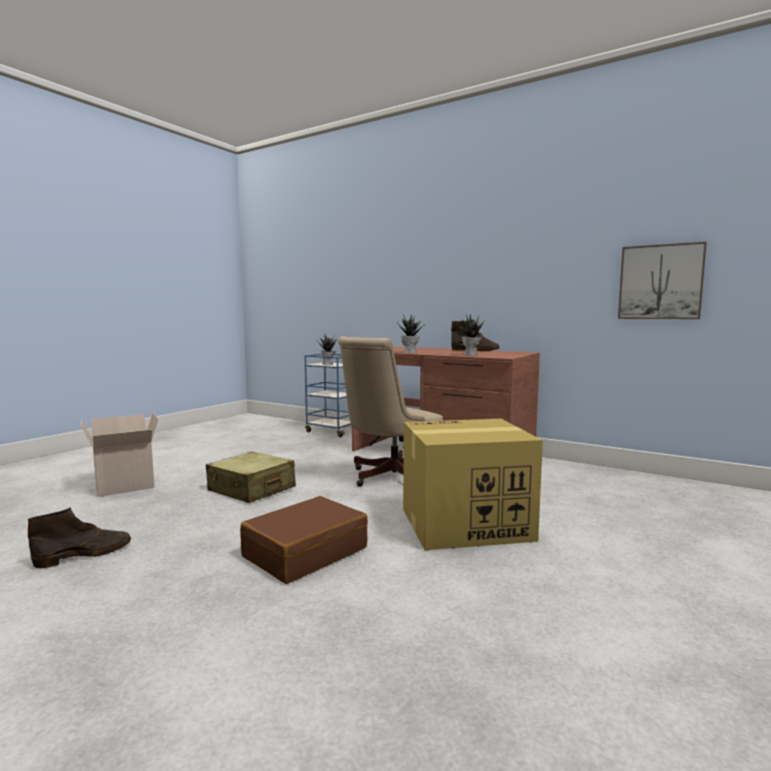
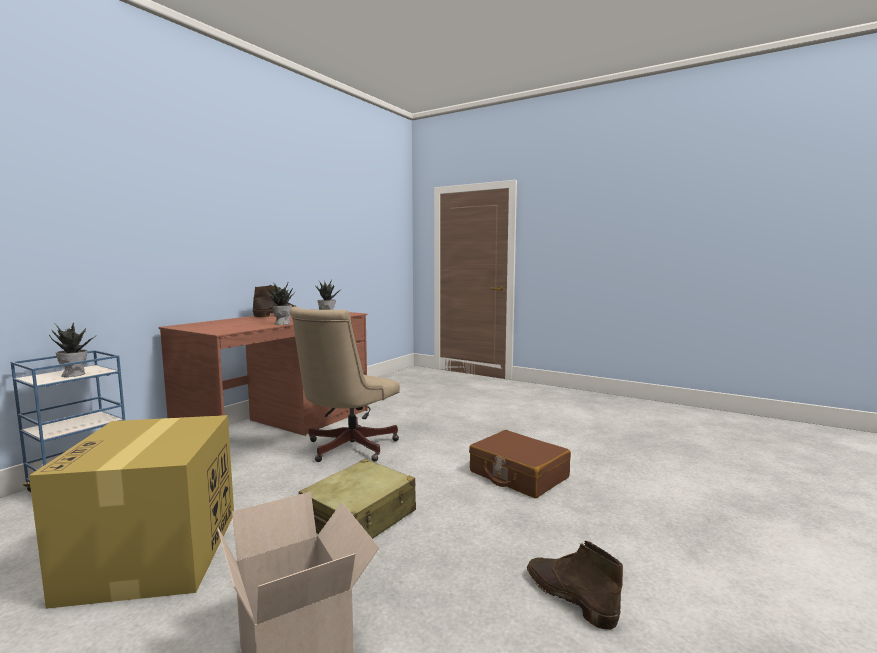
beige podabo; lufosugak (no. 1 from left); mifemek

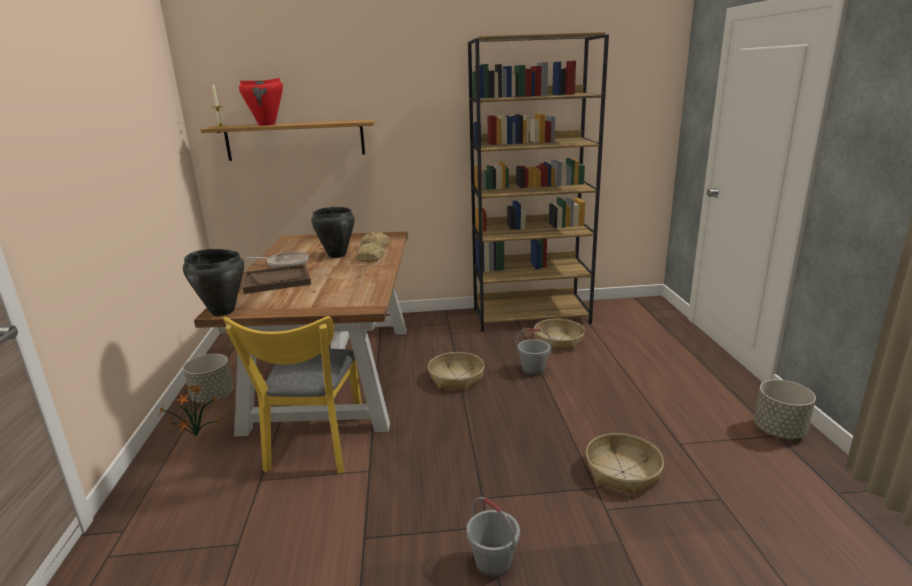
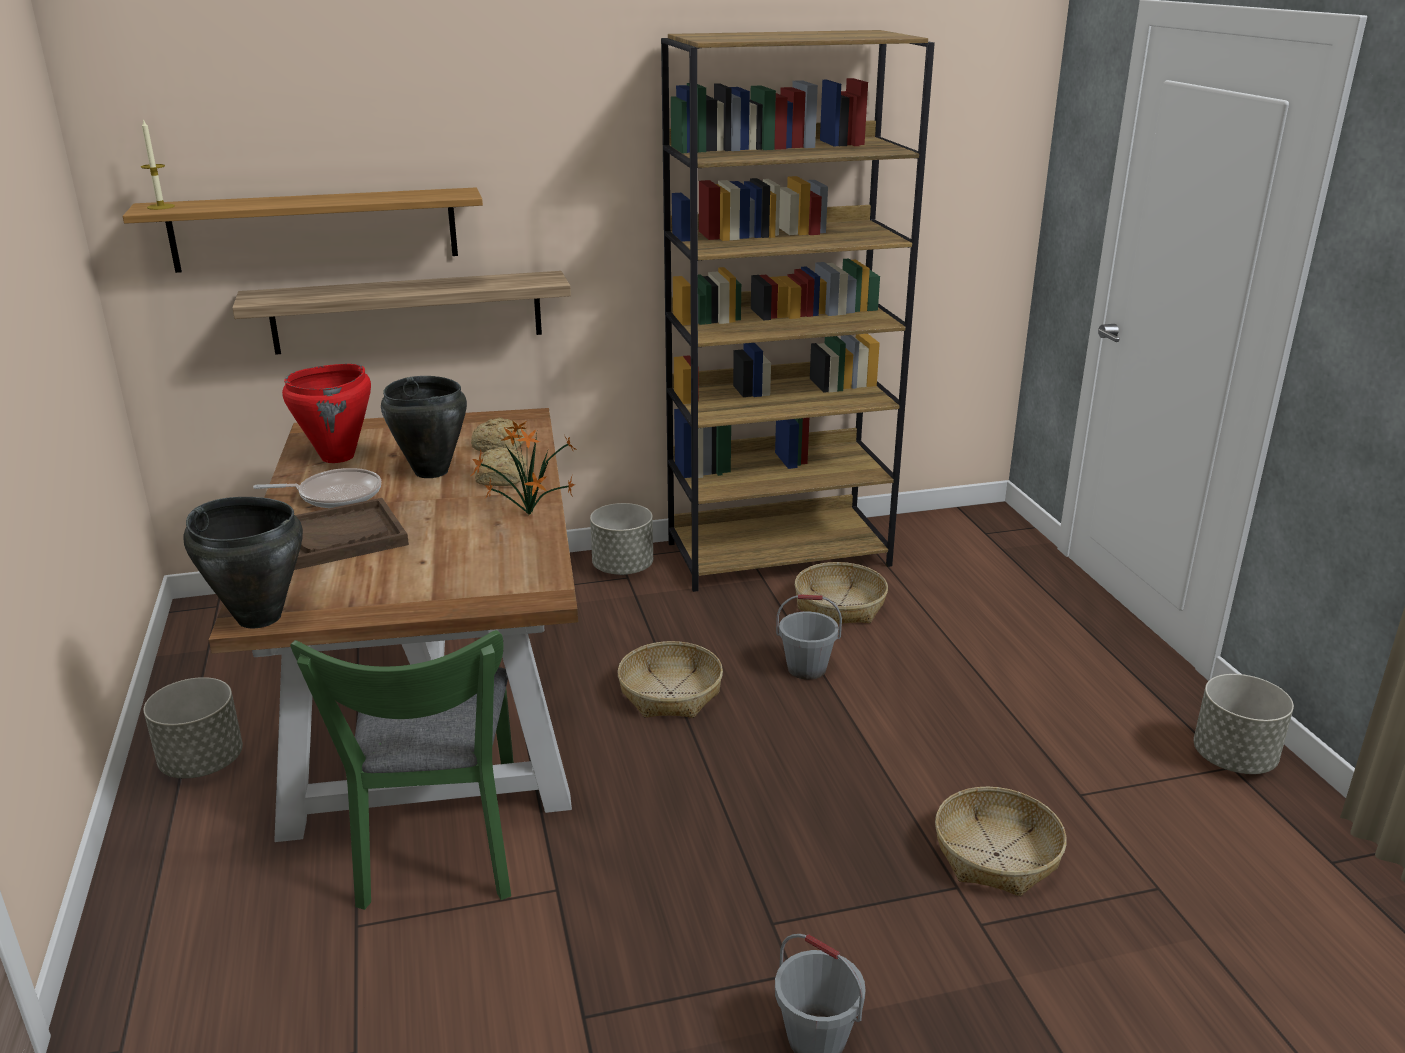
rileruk; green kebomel; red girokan; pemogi (no. 2 from left); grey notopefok (no. 2 from left)

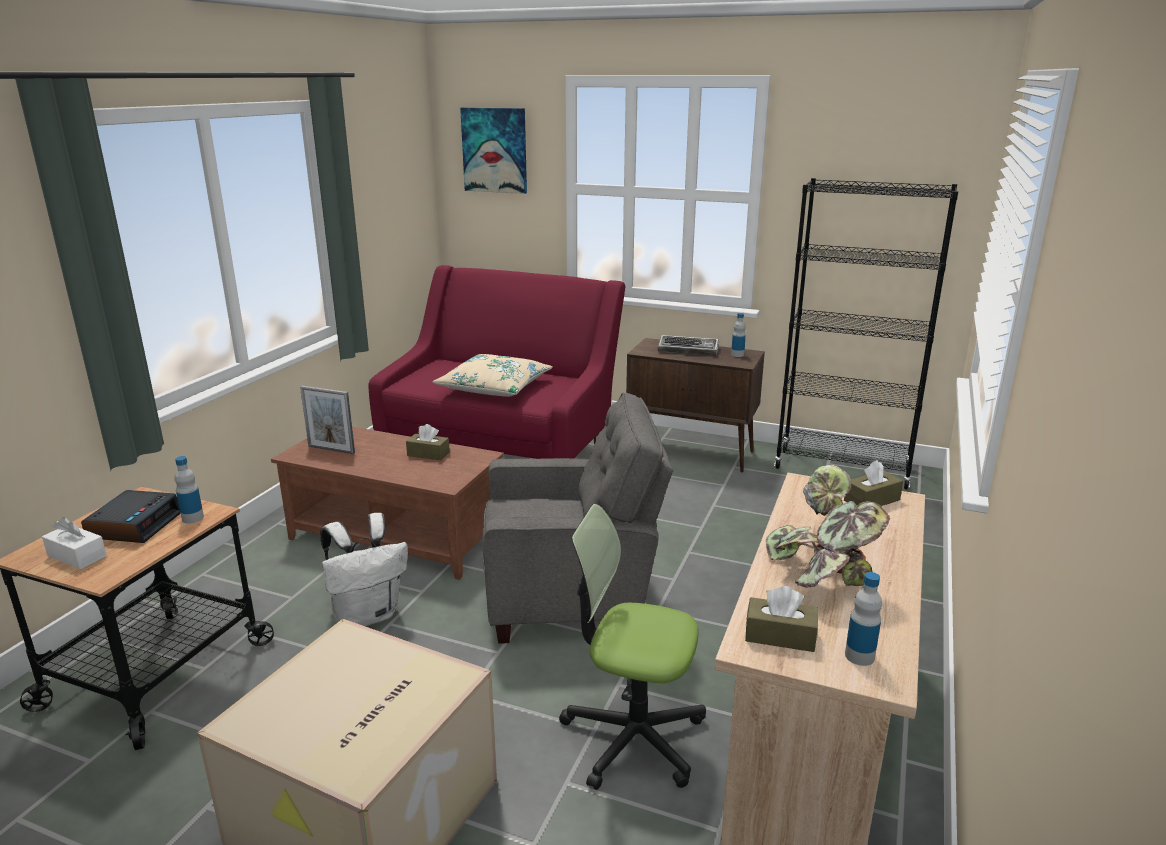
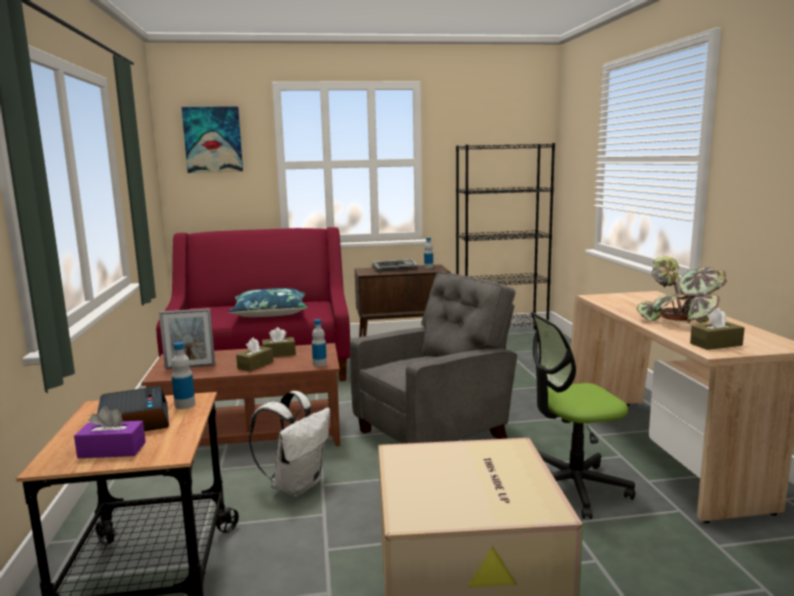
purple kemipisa; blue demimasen; brown kemipisa (no. 1 from left); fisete (no. 2 from left)

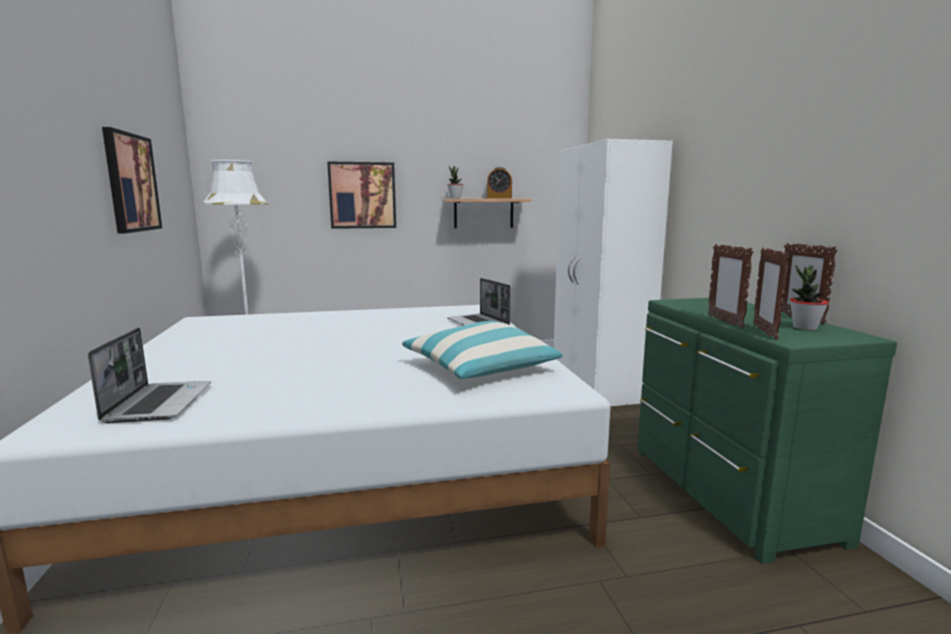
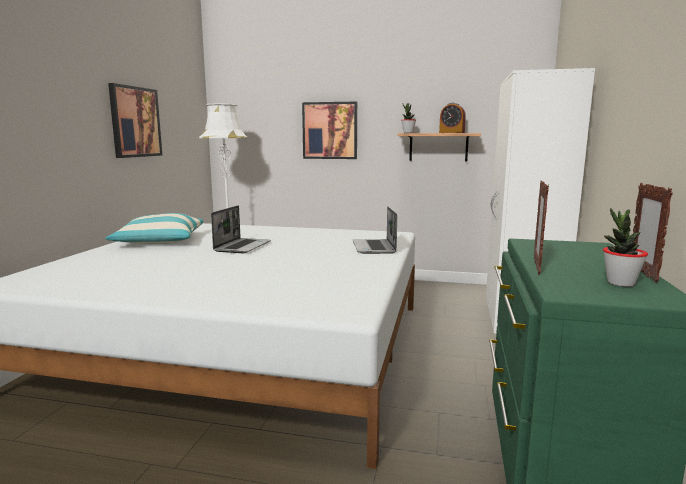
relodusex (no. 1 from left); demimasen; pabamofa (no. 2 from left in the first image)

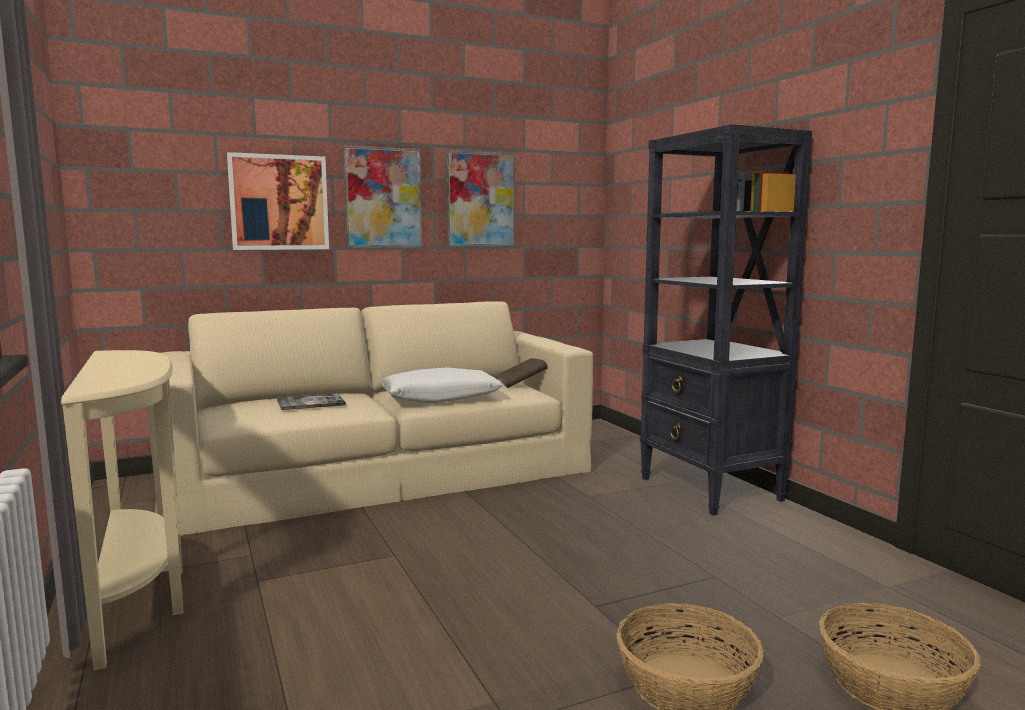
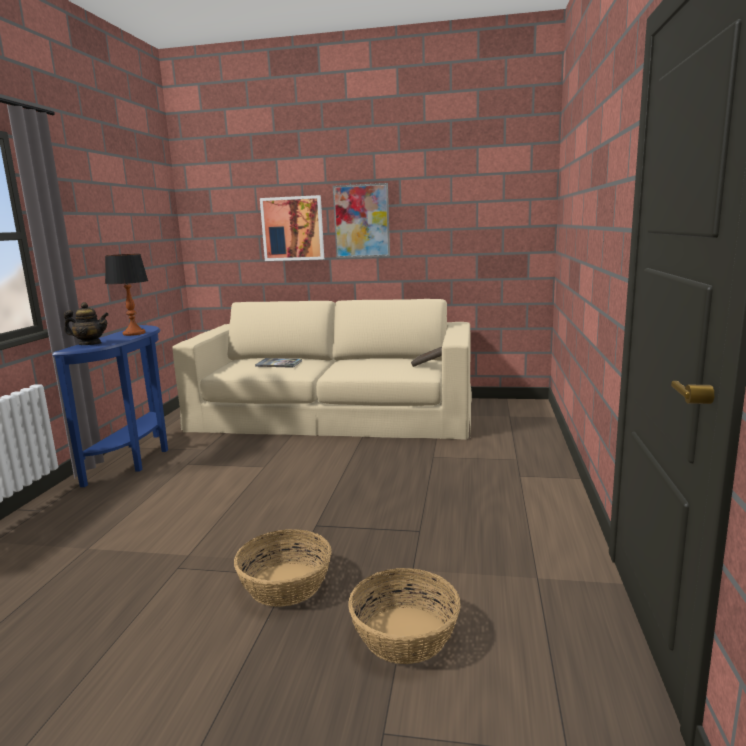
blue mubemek; white demimasen; mifemek (no. 3 from left in the first image); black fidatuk; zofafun; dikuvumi

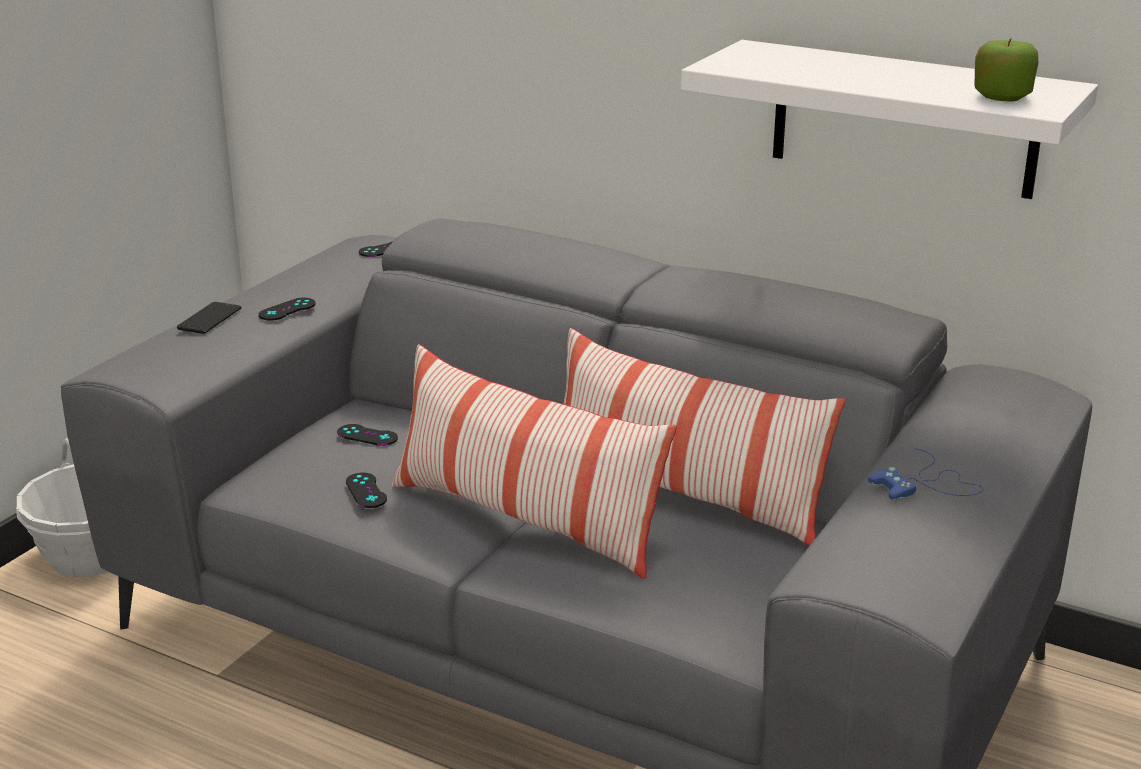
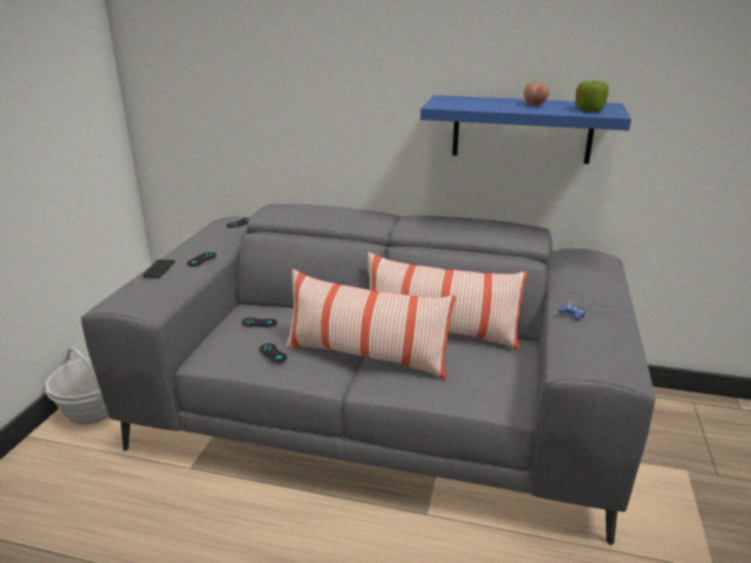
blue pemogi; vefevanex (no. 1 from left)

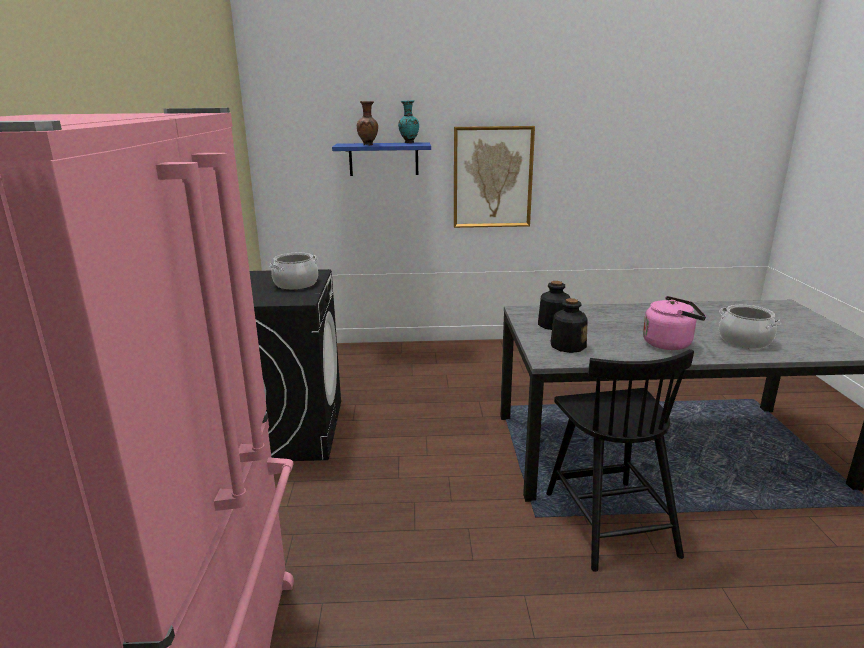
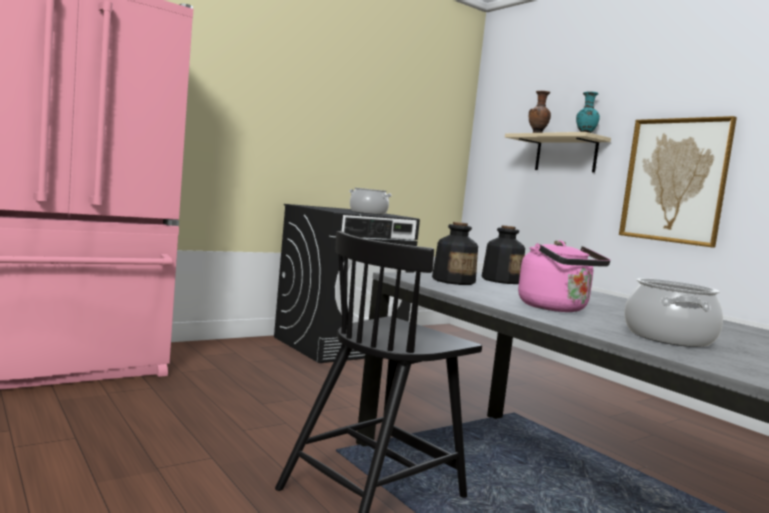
beige pemogi

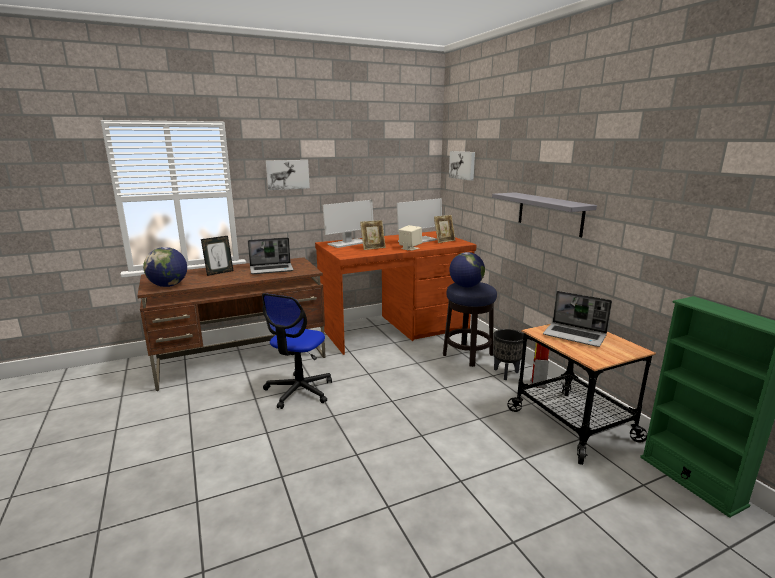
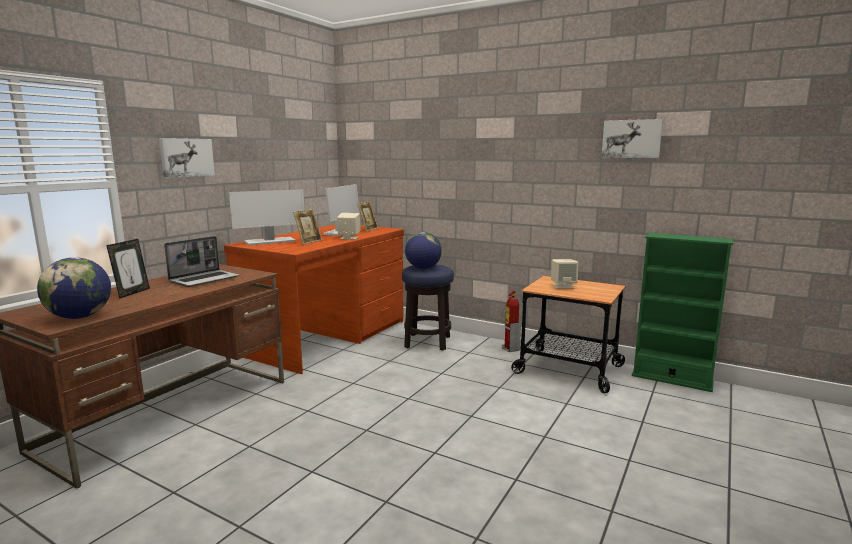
podabo; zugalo (no. 1 from left); mifemek (no. 2 from left); grey pemogi; black notopefok; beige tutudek (no. 2 from left)

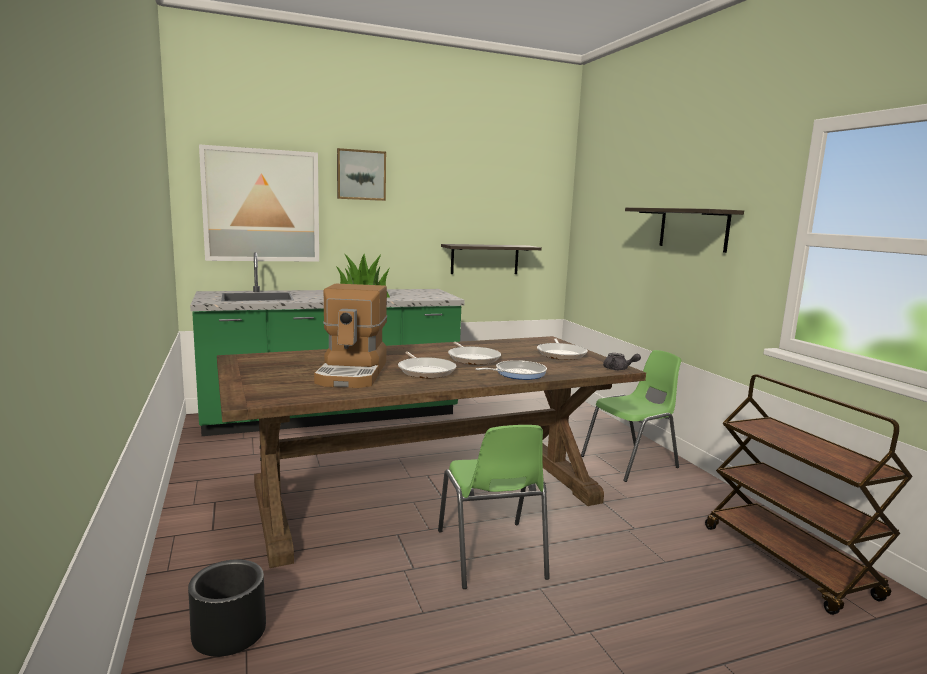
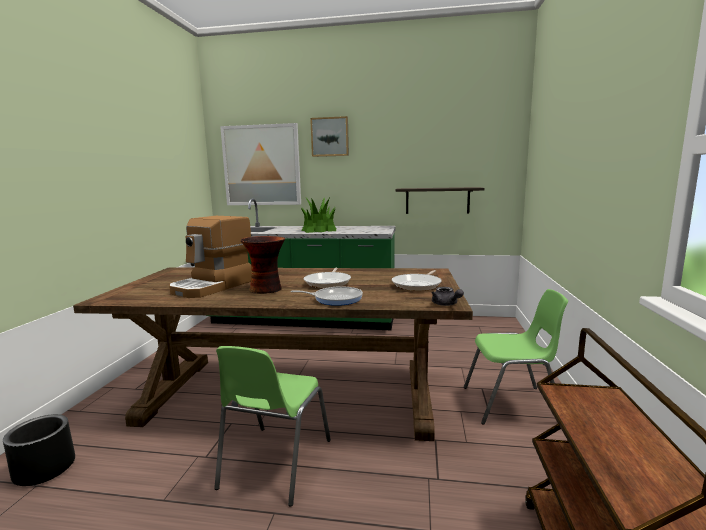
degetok; pemogi (no. 2 from left in the first image)

